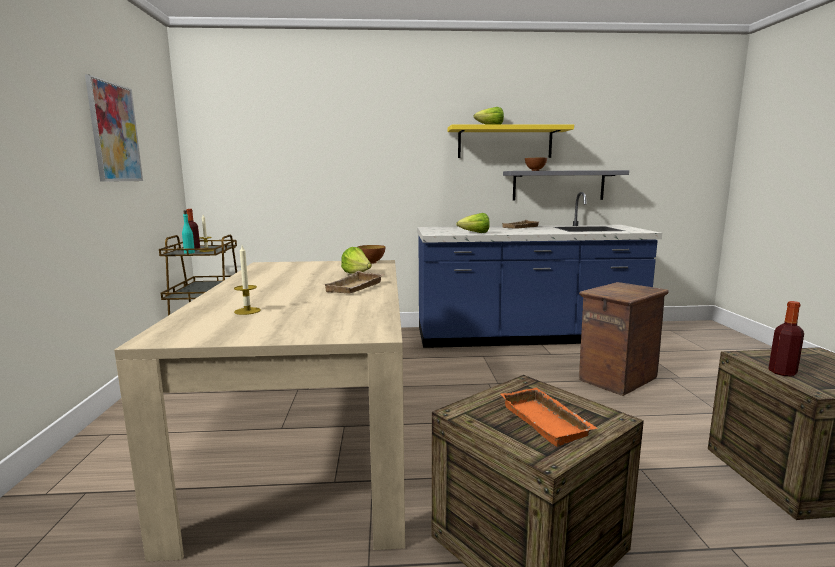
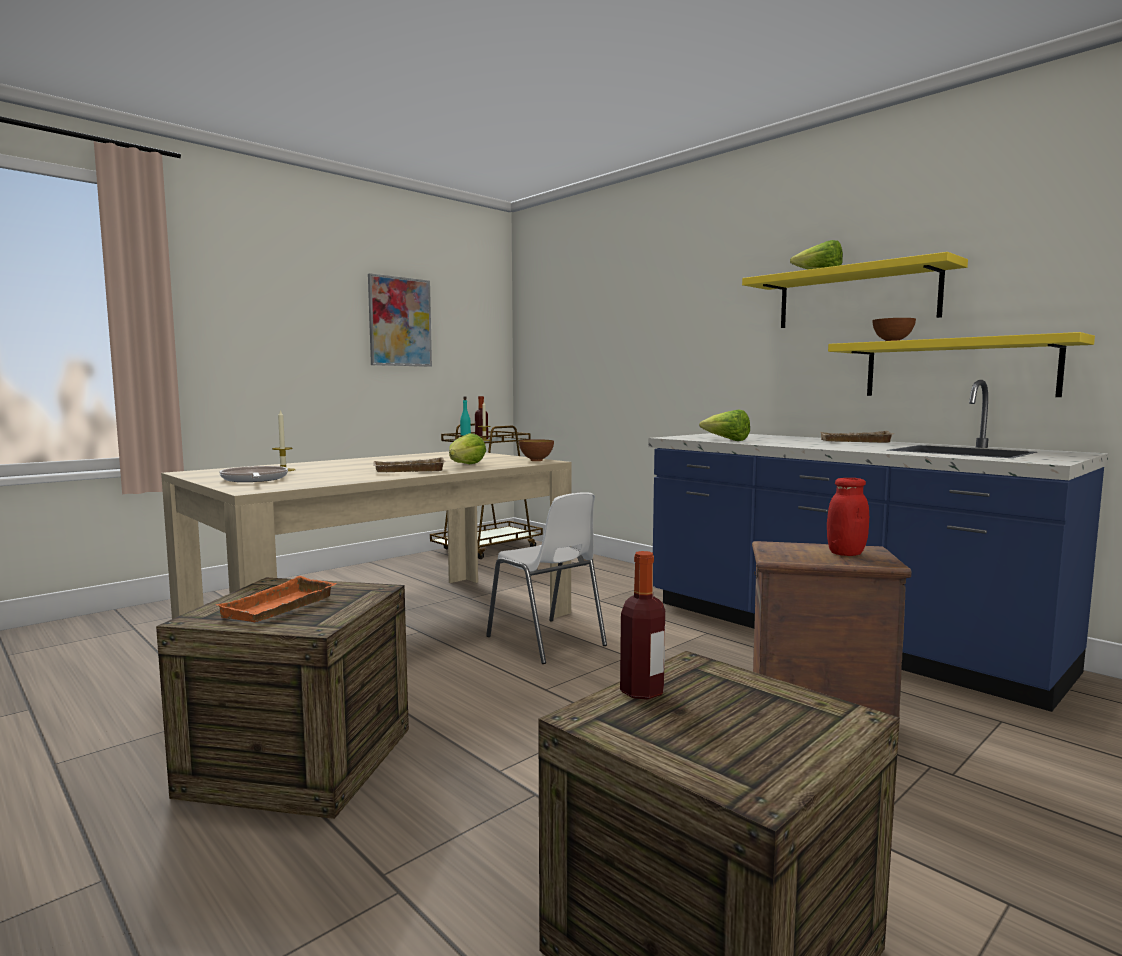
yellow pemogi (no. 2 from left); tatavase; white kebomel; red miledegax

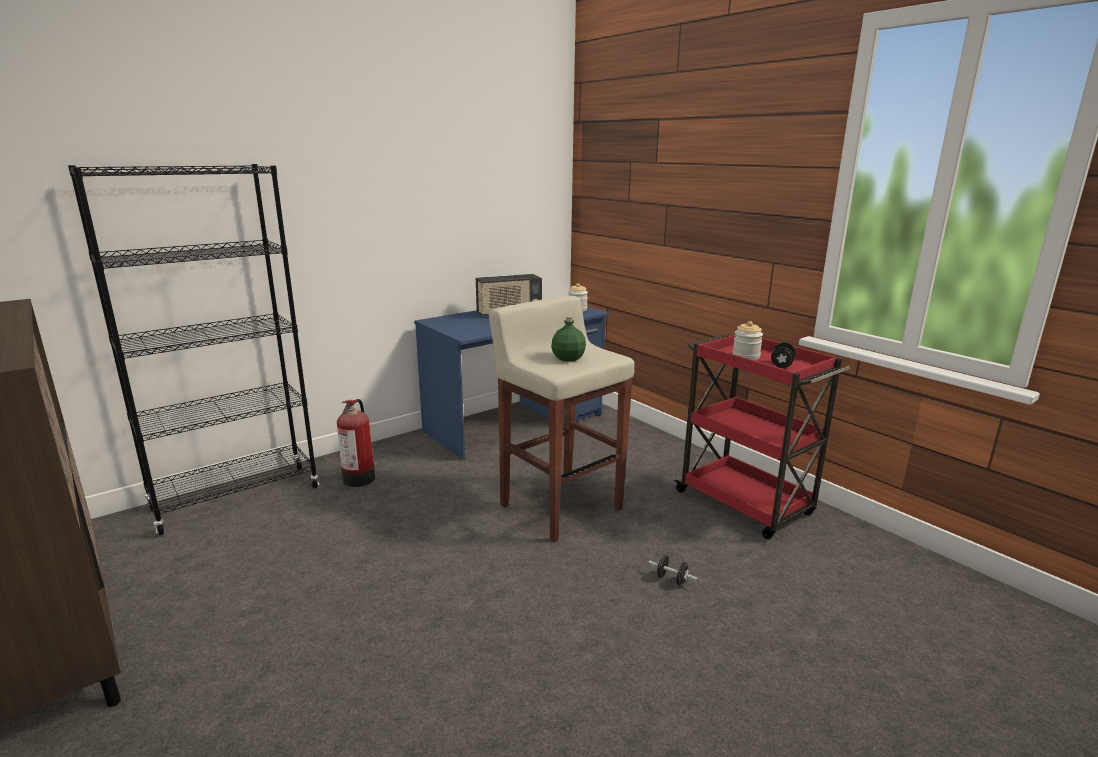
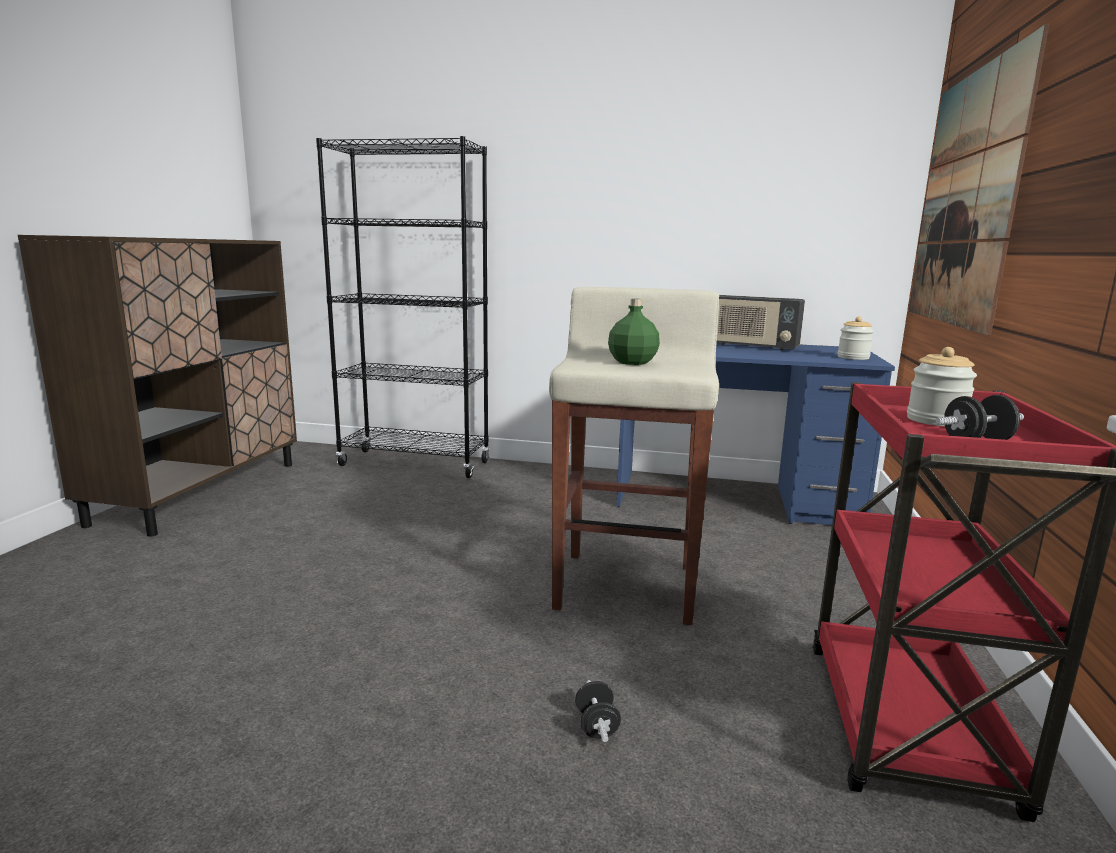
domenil; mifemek

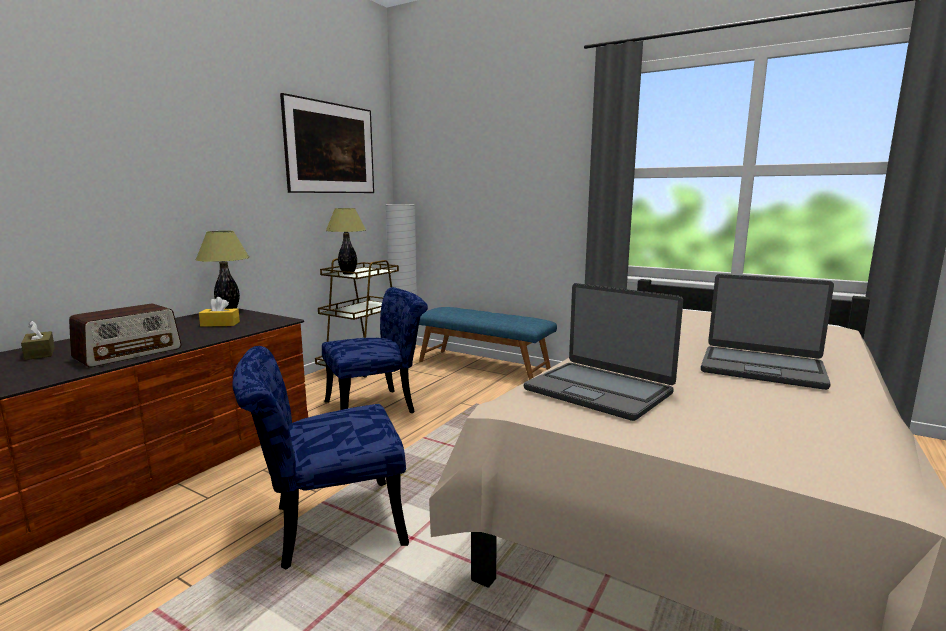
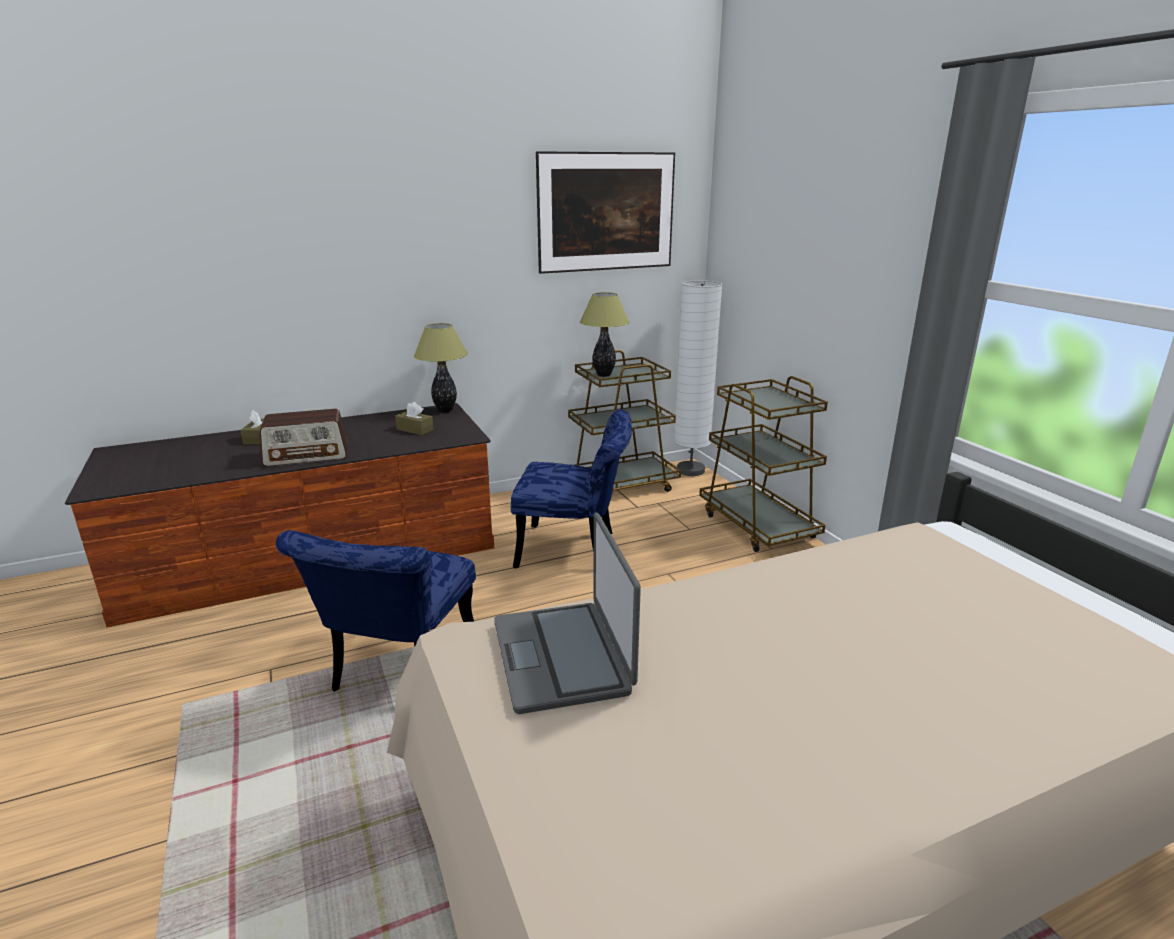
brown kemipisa (no. 2 from left); blue kebomel (no. 1 from left); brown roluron (no. 2 from left); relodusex (no. 2 from left in the first image)

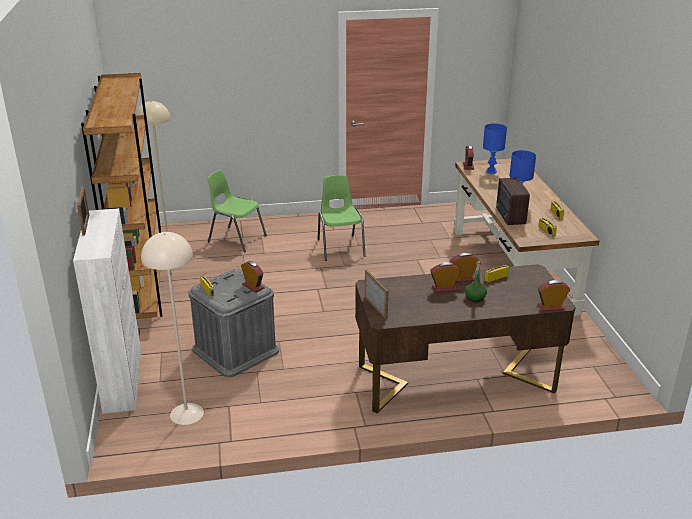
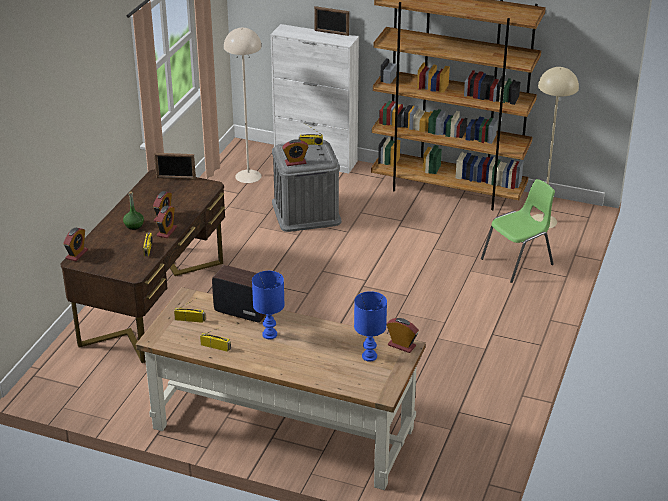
green kebomel (no. 2 from left in the first image)

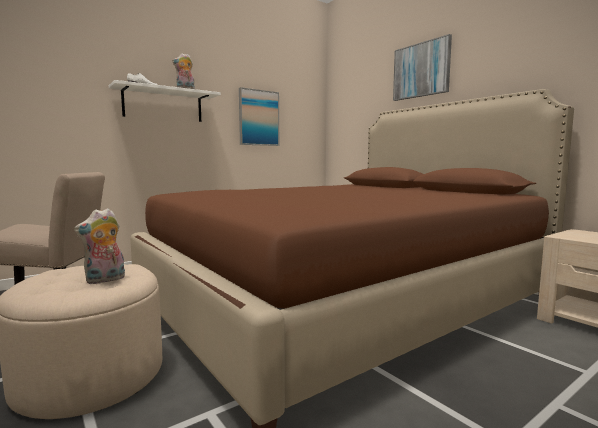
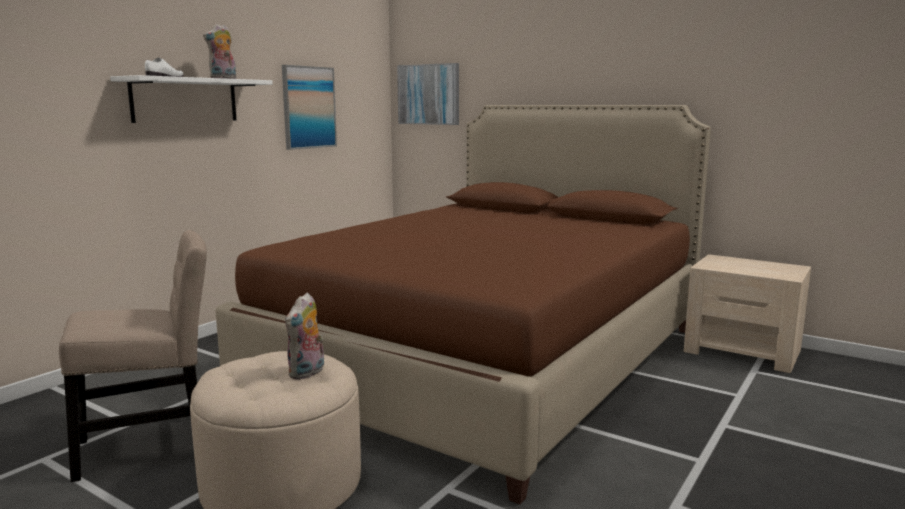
mifemek (no. 2 from left)

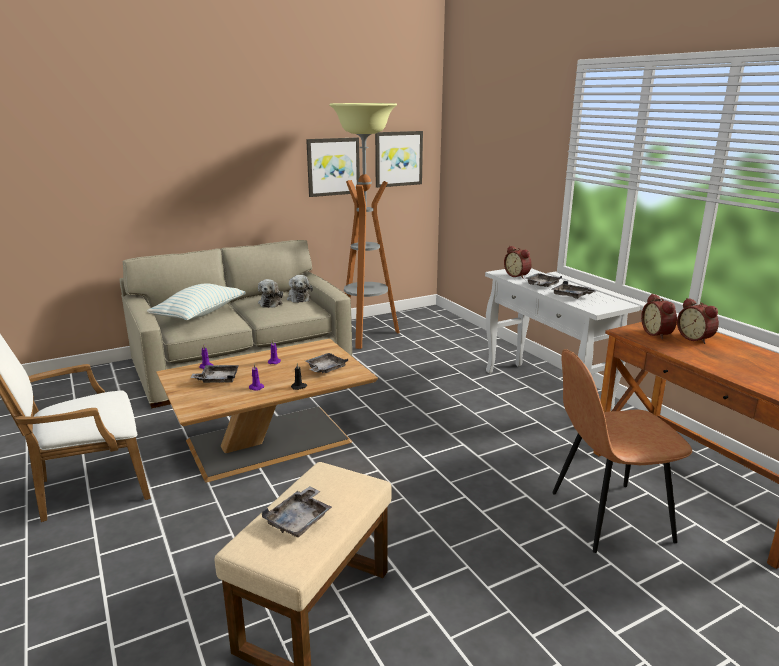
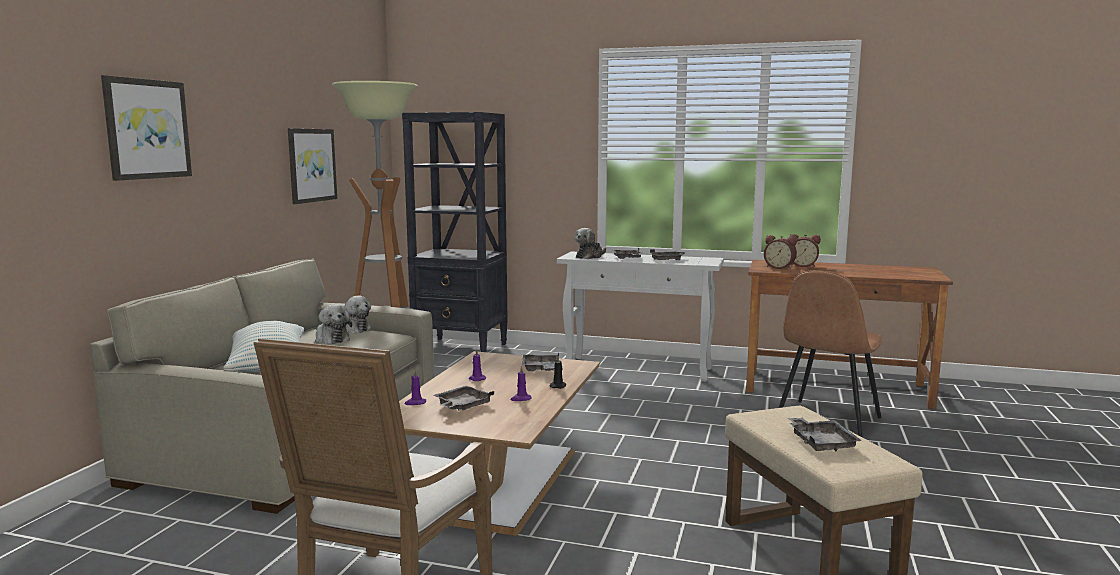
mifemek (no. 1 from left); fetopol (no. 3 from left); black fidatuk

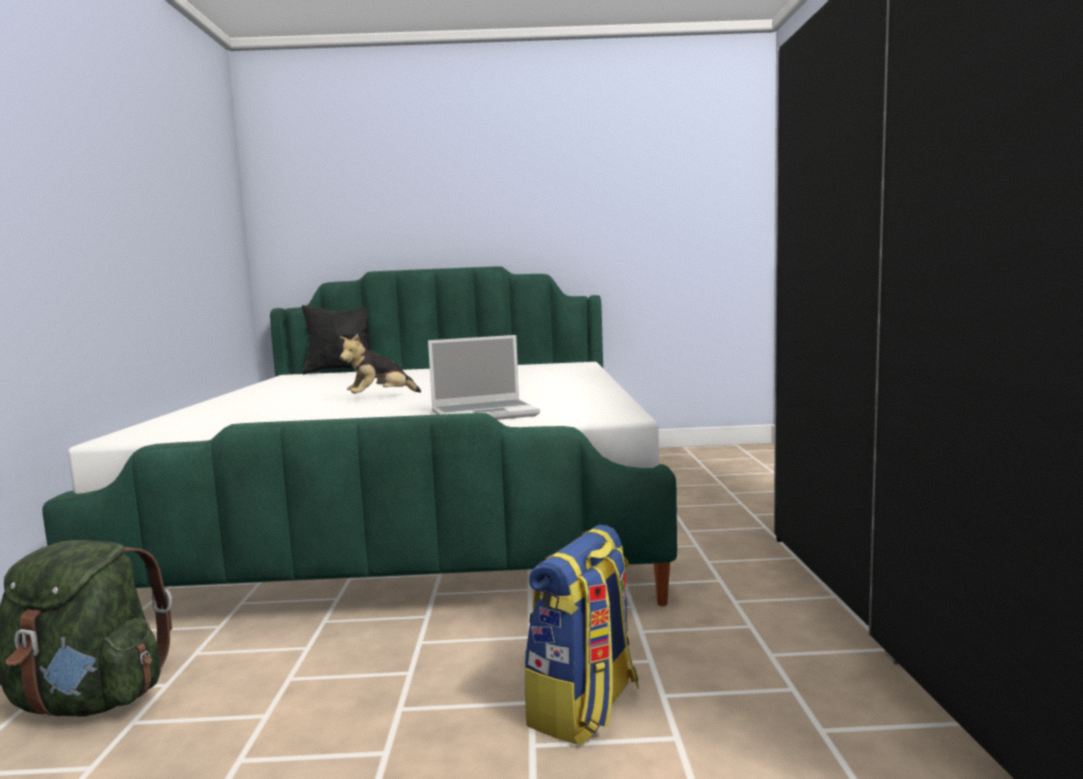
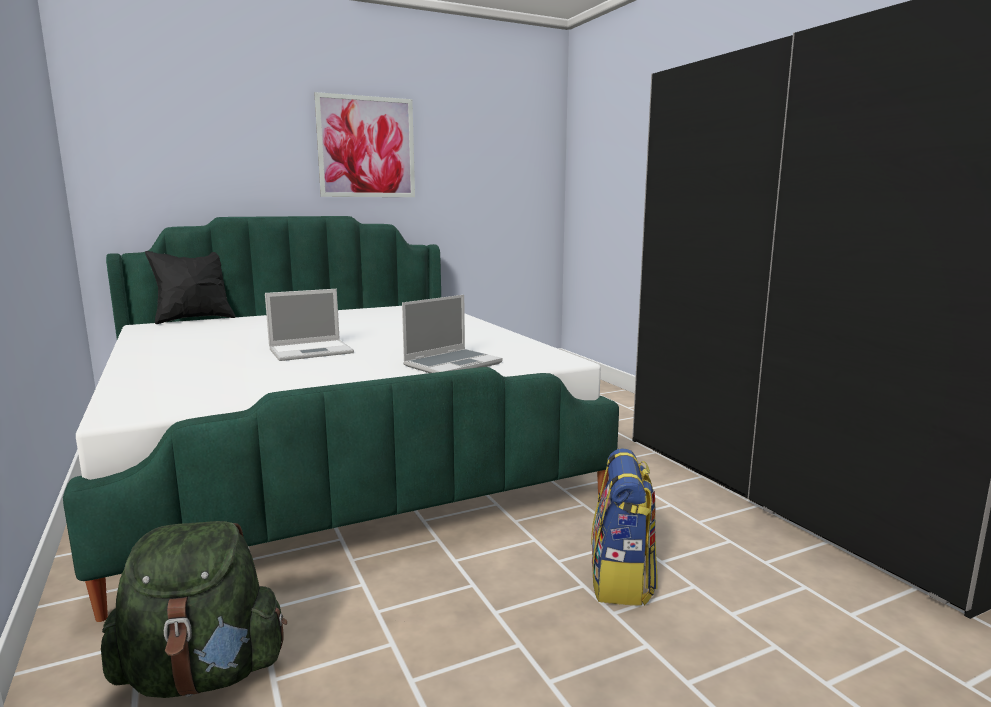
relodusex (no. 1 from left); mifemek

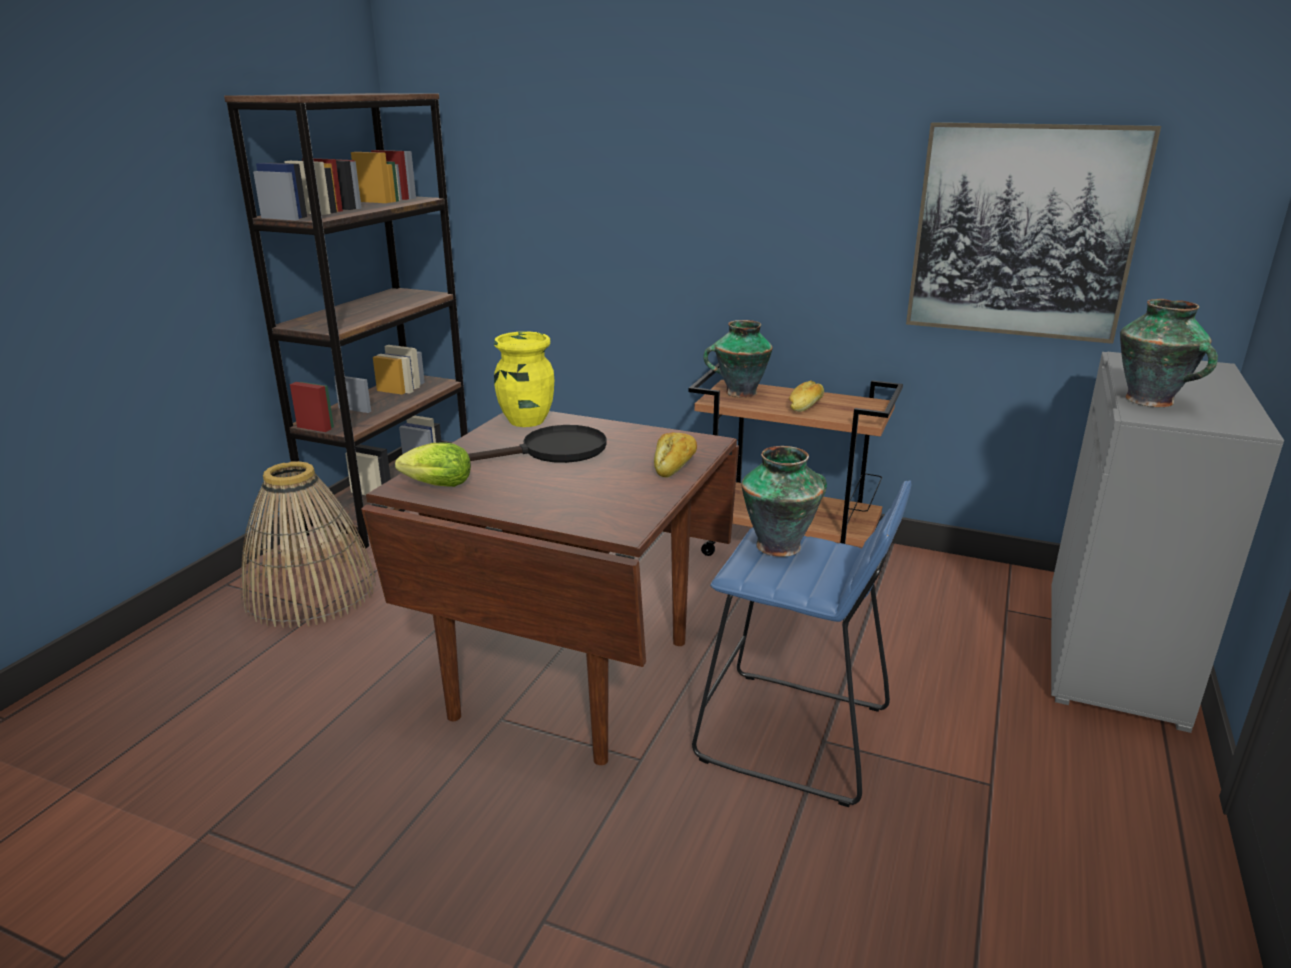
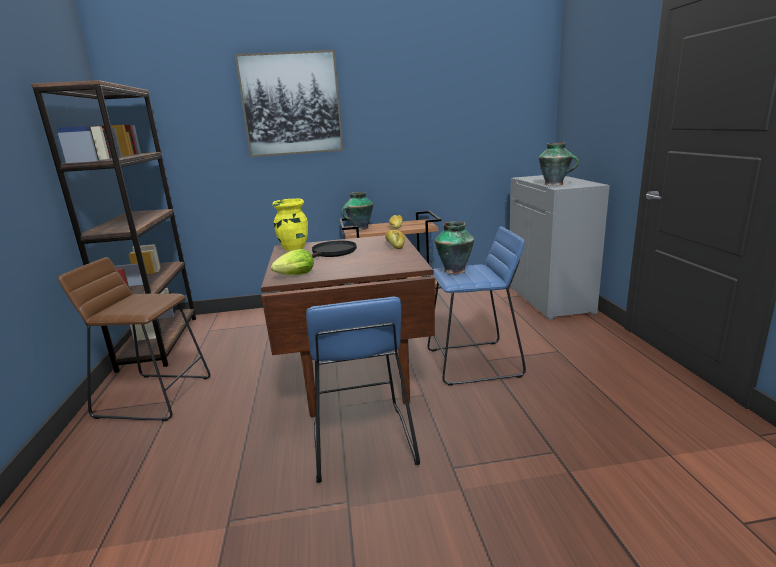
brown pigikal; mifemek; blue pigikal (no. 1 from left)

